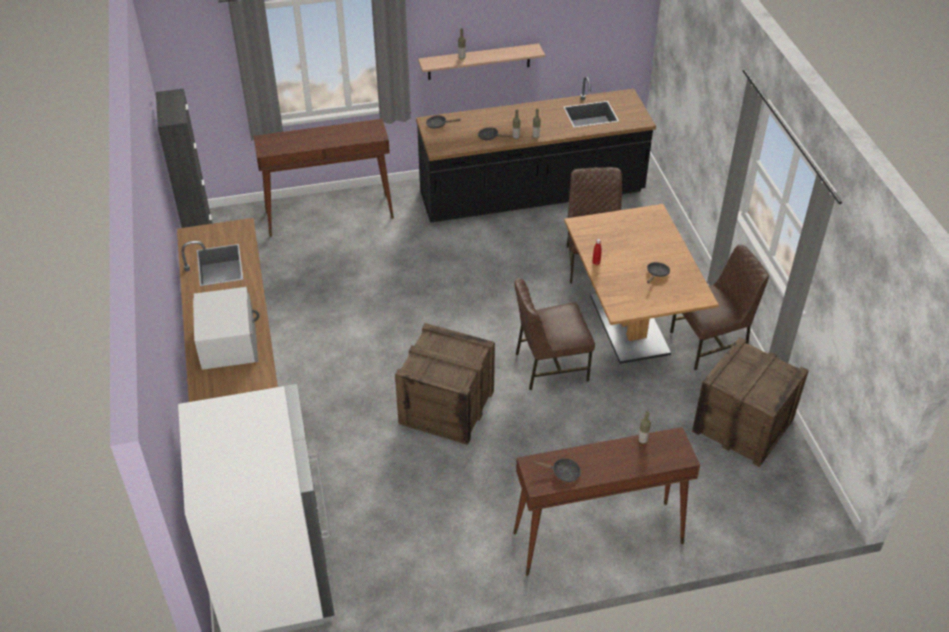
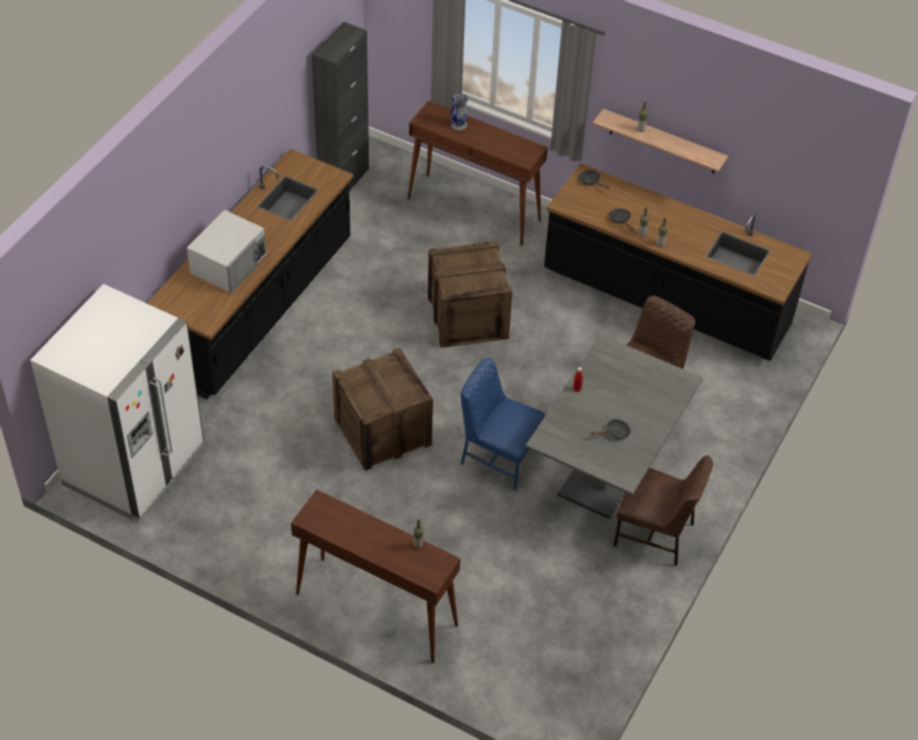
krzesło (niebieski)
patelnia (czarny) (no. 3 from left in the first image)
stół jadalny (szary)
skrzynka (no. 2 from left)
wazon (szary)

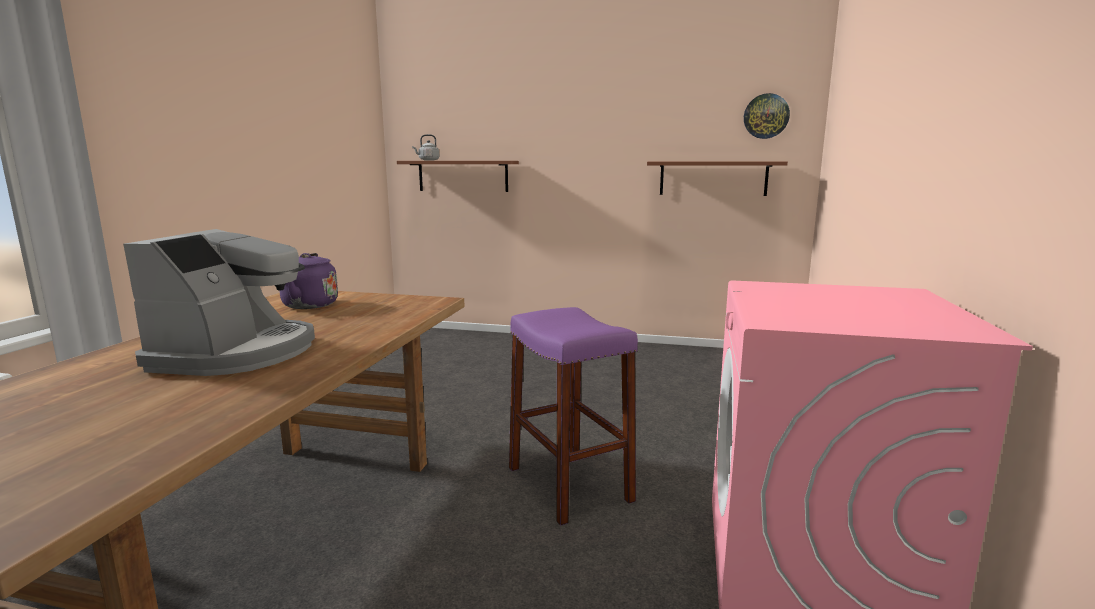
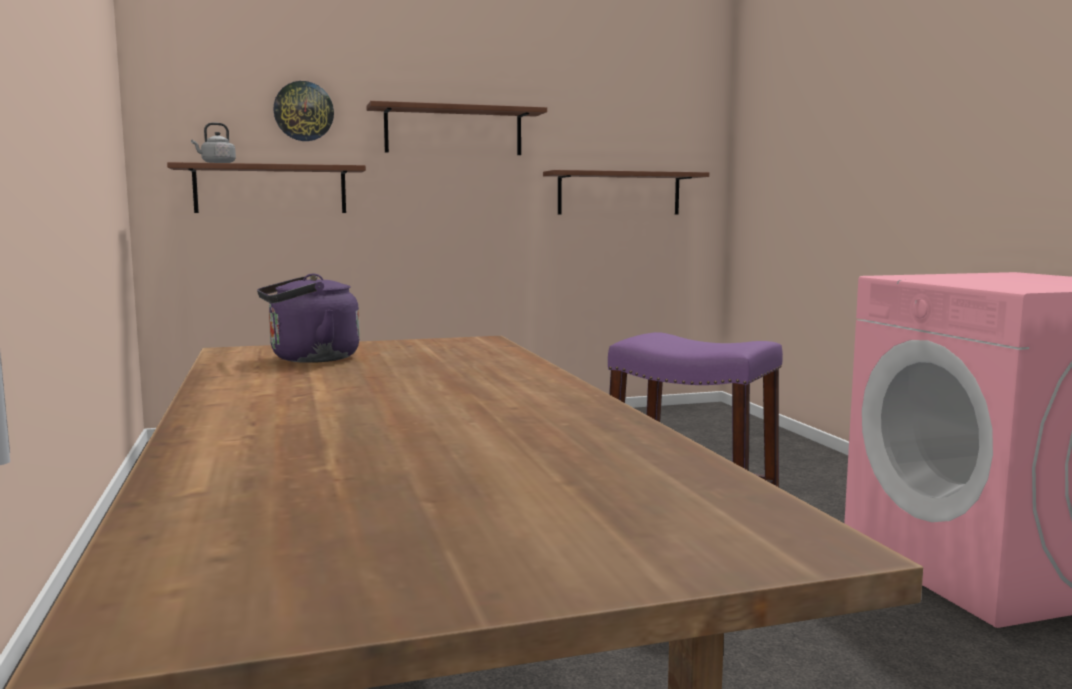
ekspres do kawy
zegar ścienny
półka (brązowy) (no. 2 from left)

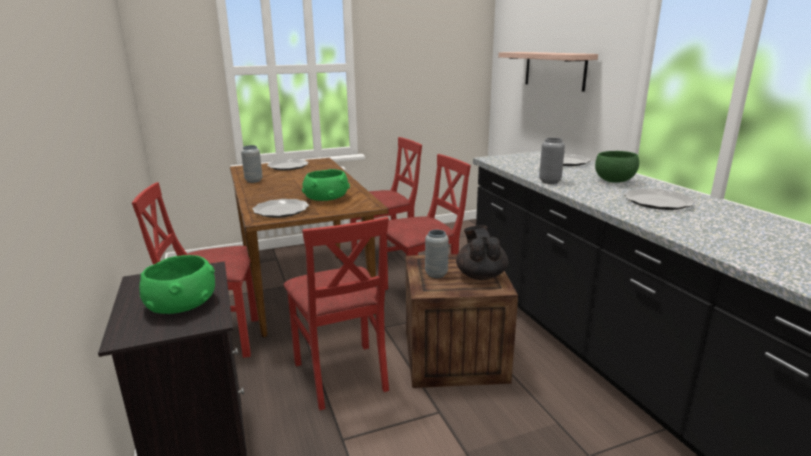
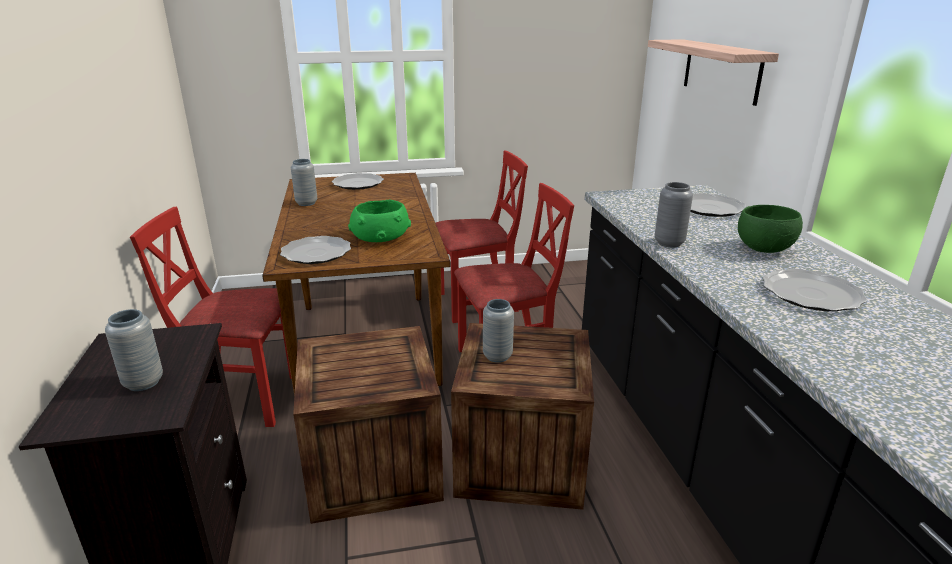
wazon (szary) (no. 1 from left)
skrzynka (no. 1 from left)
imbryk (czarny)

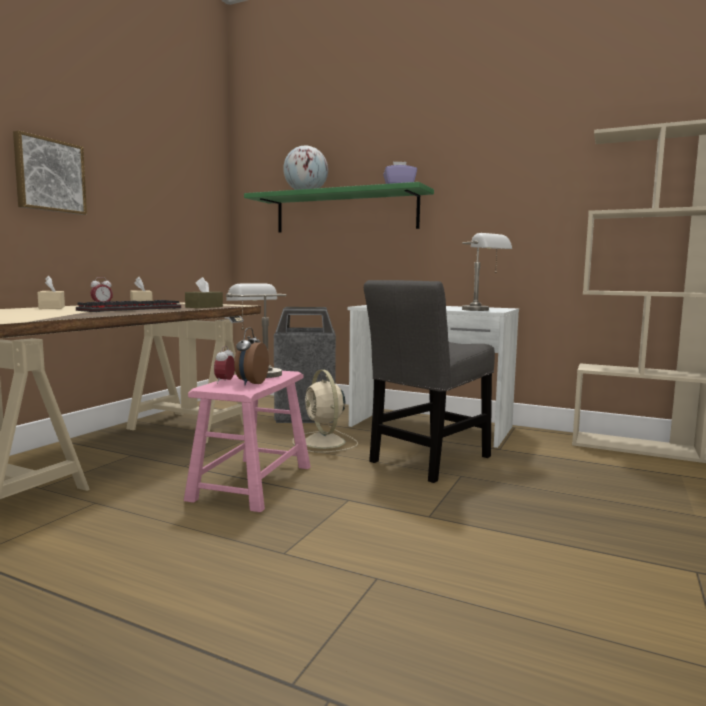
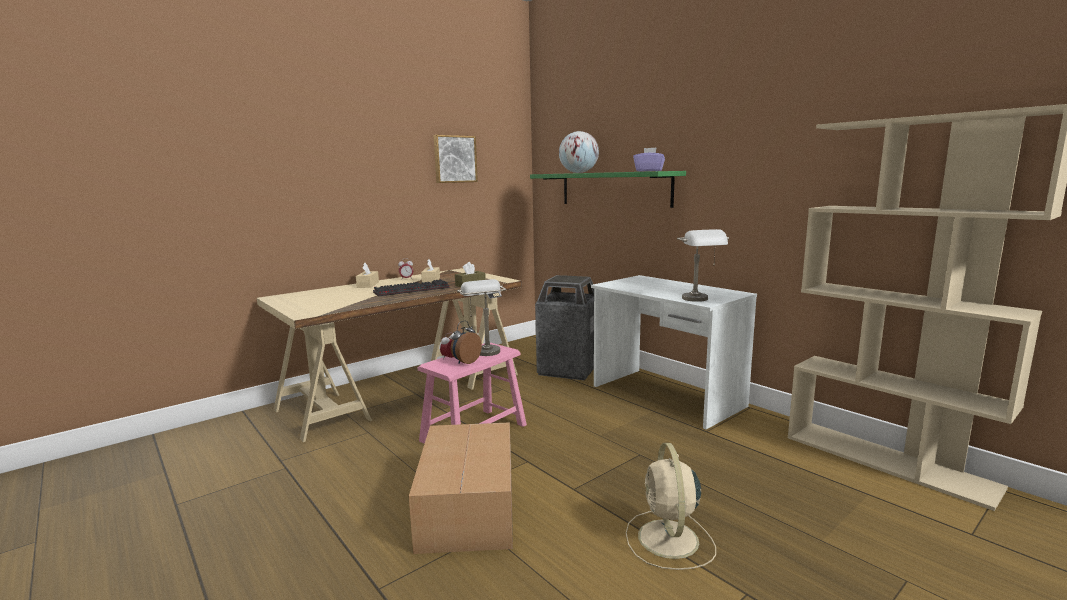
obraz
wentylator (beżowy)
krzesło (szary)
karton

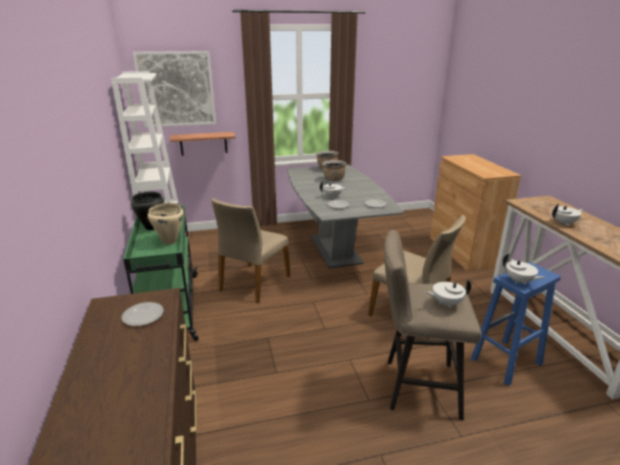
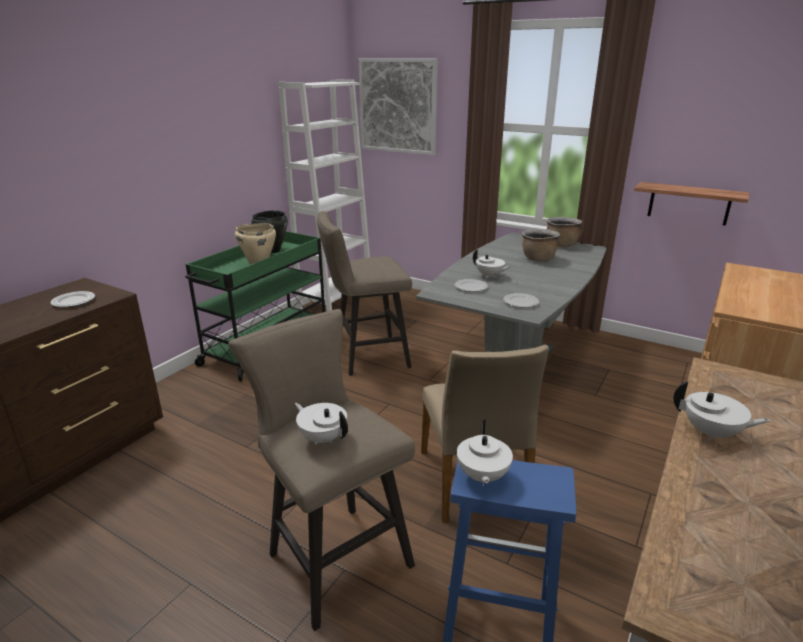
półka
stołek (beżowy) (no. 2 from left)

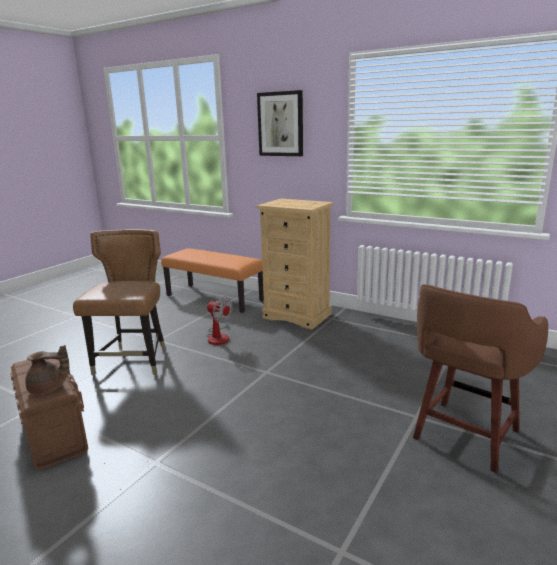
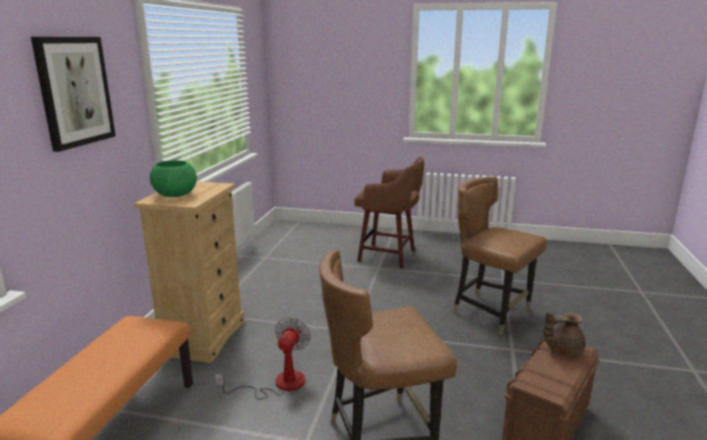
imbryk (brązowy)
miska (zielony)
krzesło (brązowy) (no. 2 from left)

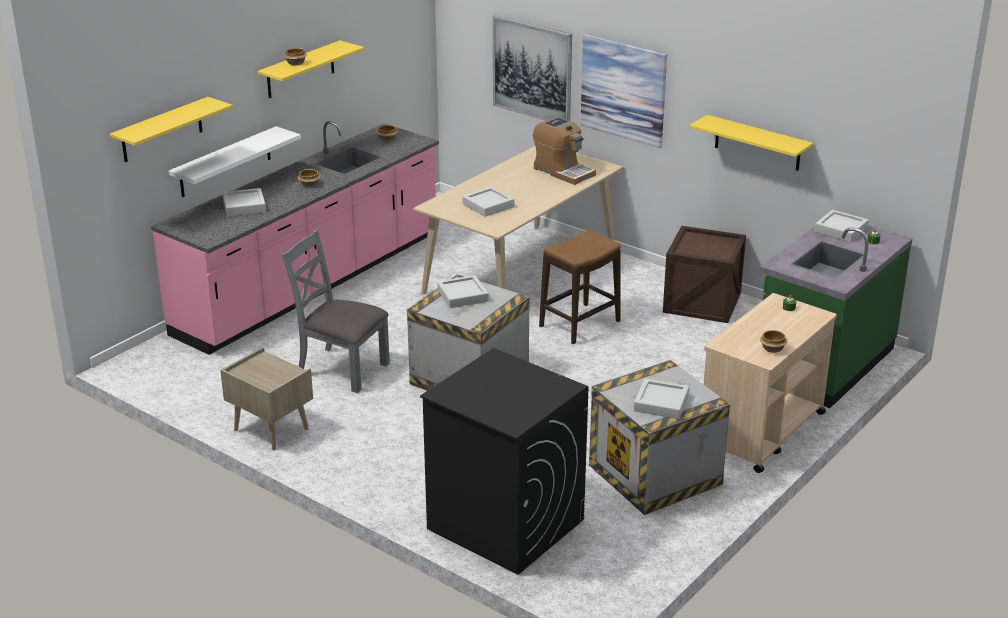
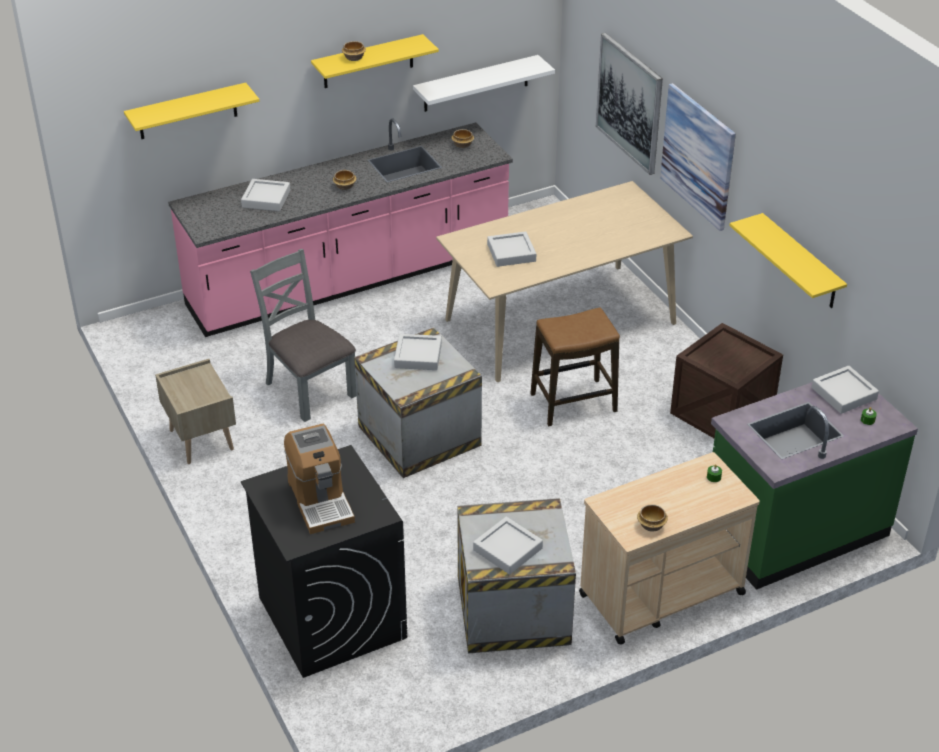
półka (biały)
ekspres do kawy

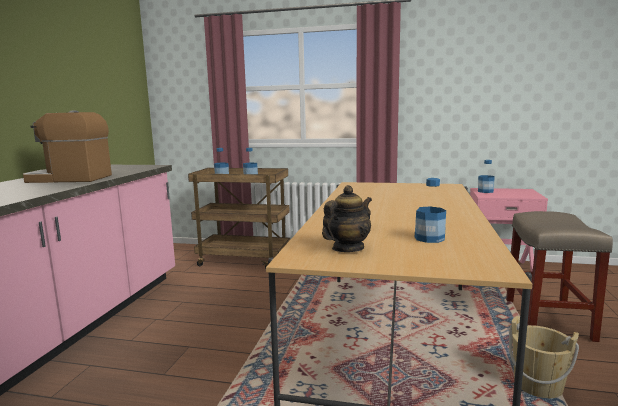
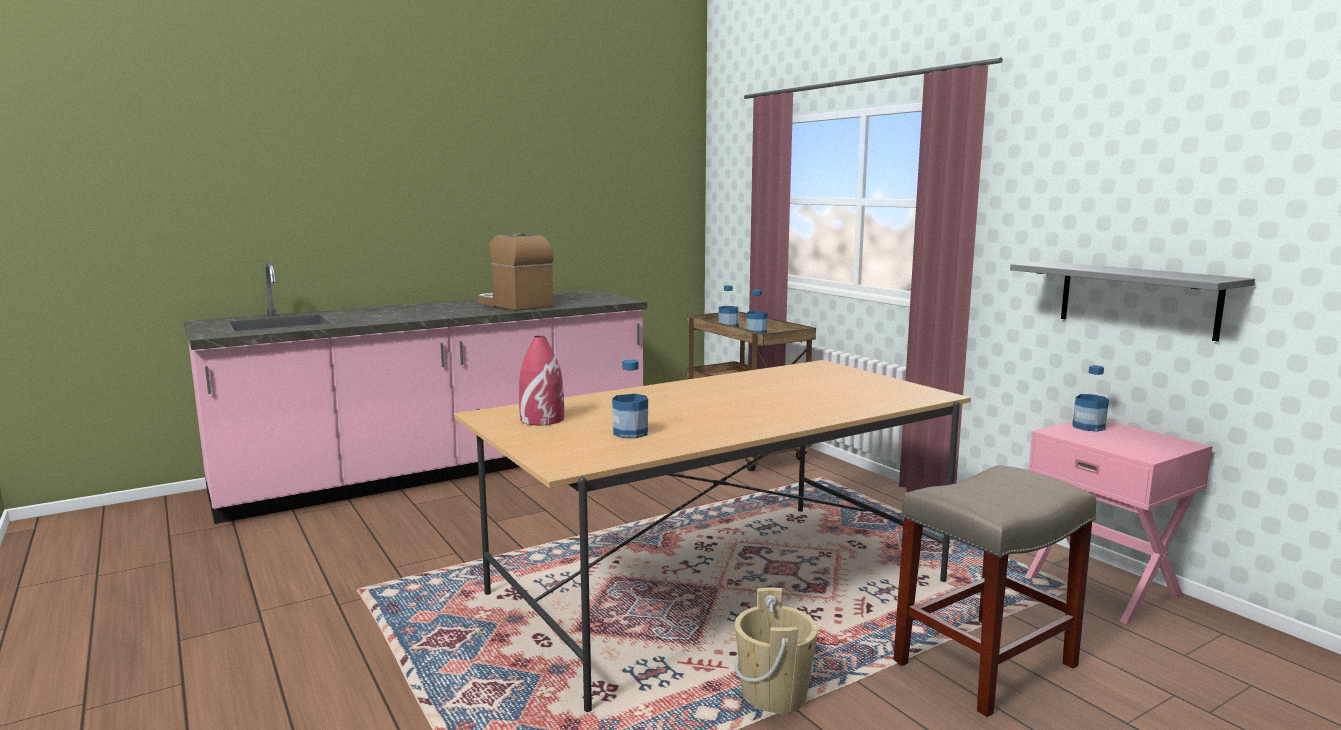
wazon (czerwony)
półka (szary)

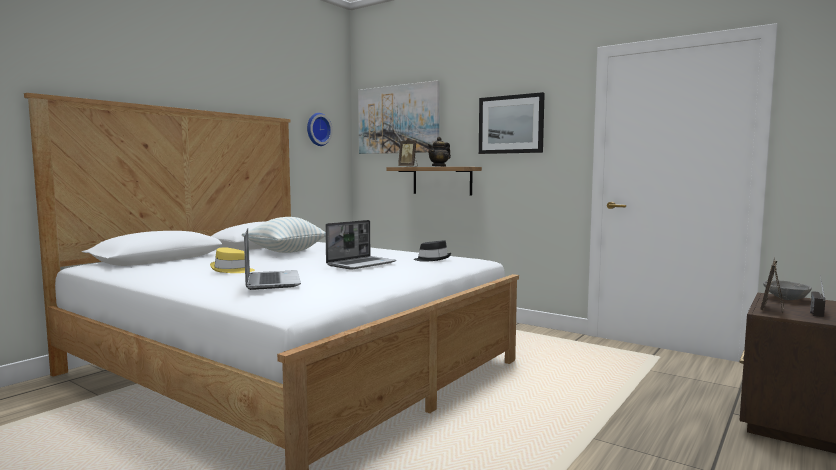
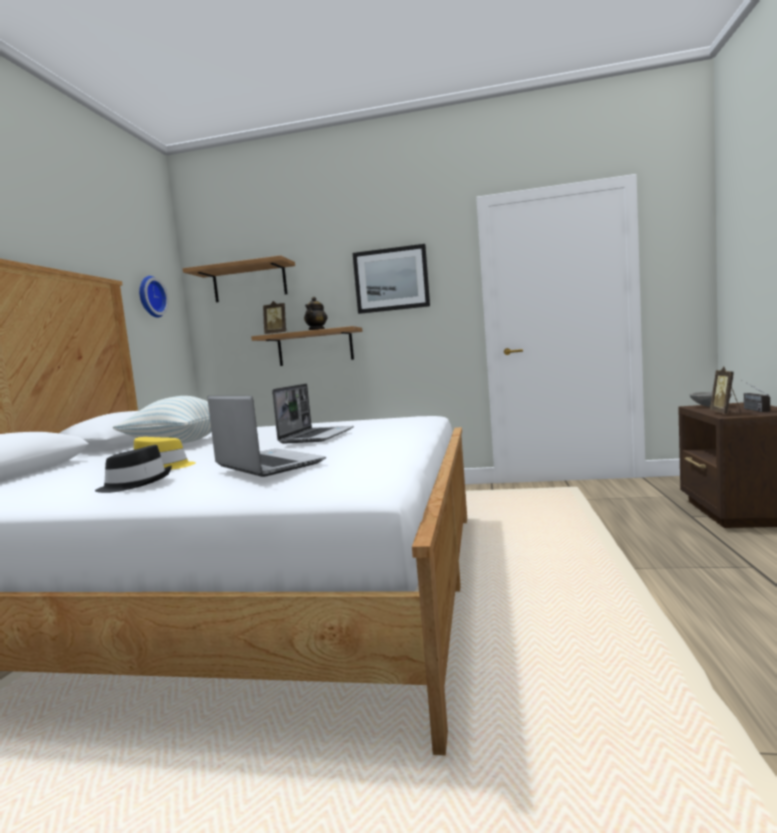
półka (no. 1 from left)
kapelusz (czarny)

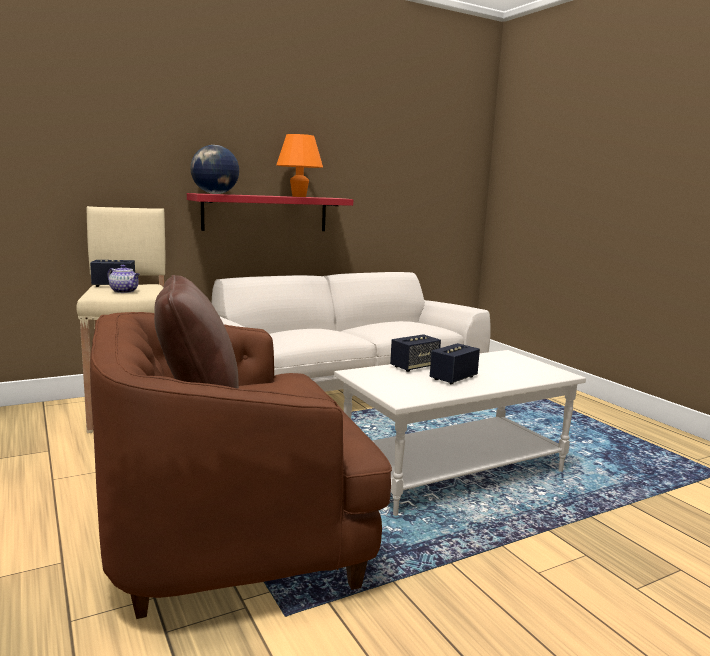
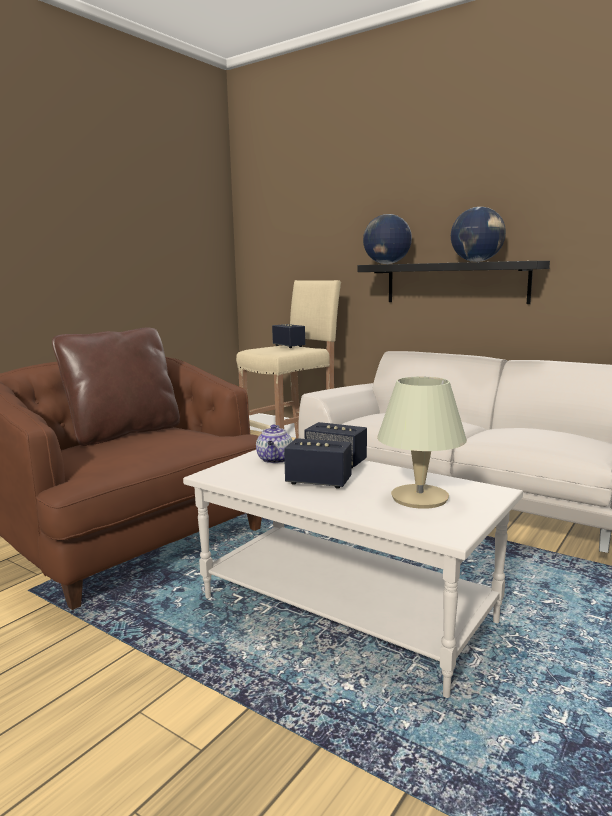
imbryk
półka (czarny)
globus (no. 2 from left)
lampa stołowa (beżowy)

